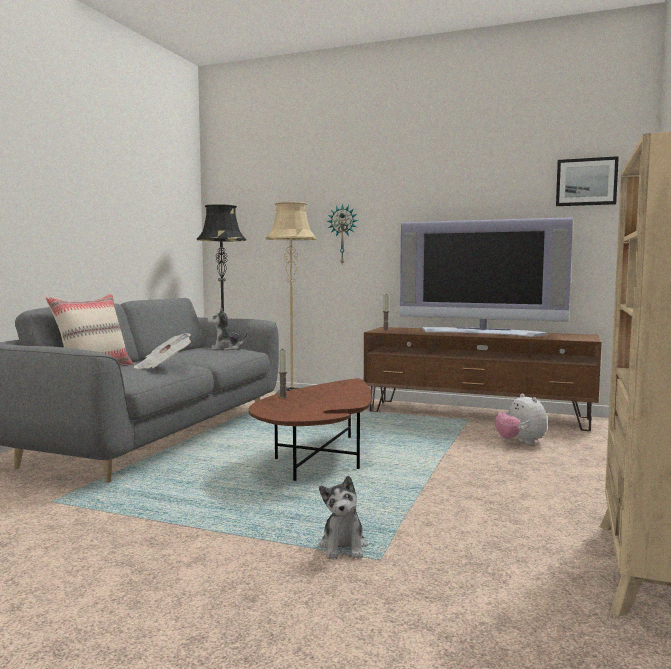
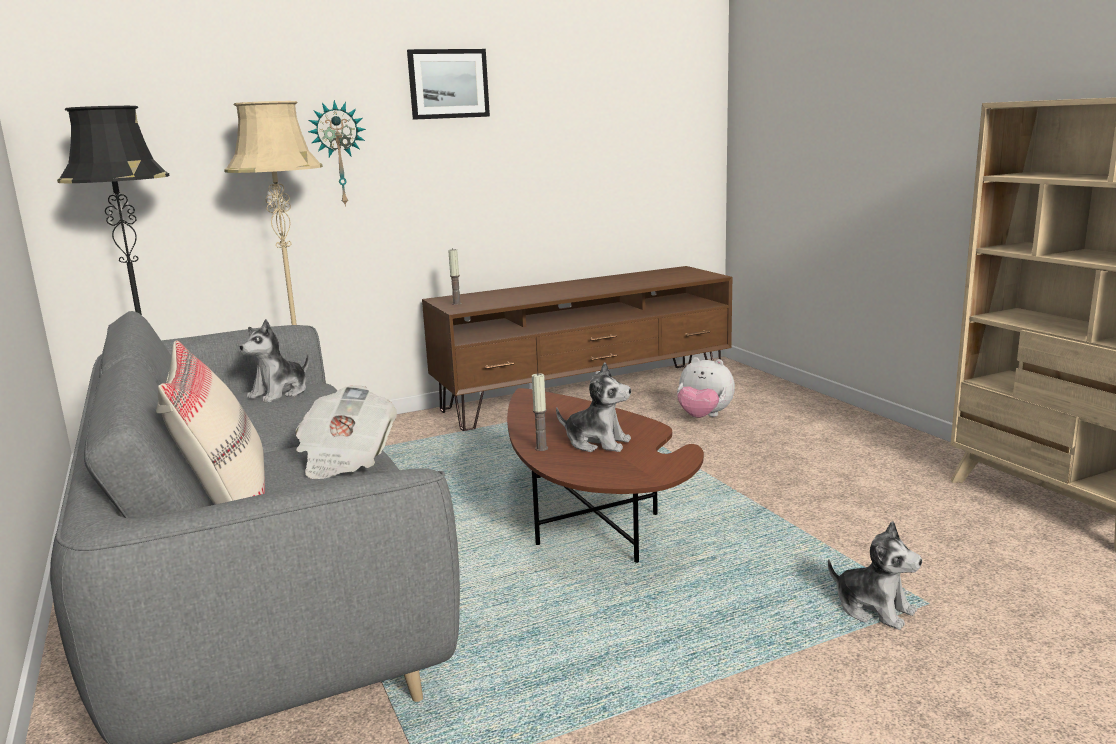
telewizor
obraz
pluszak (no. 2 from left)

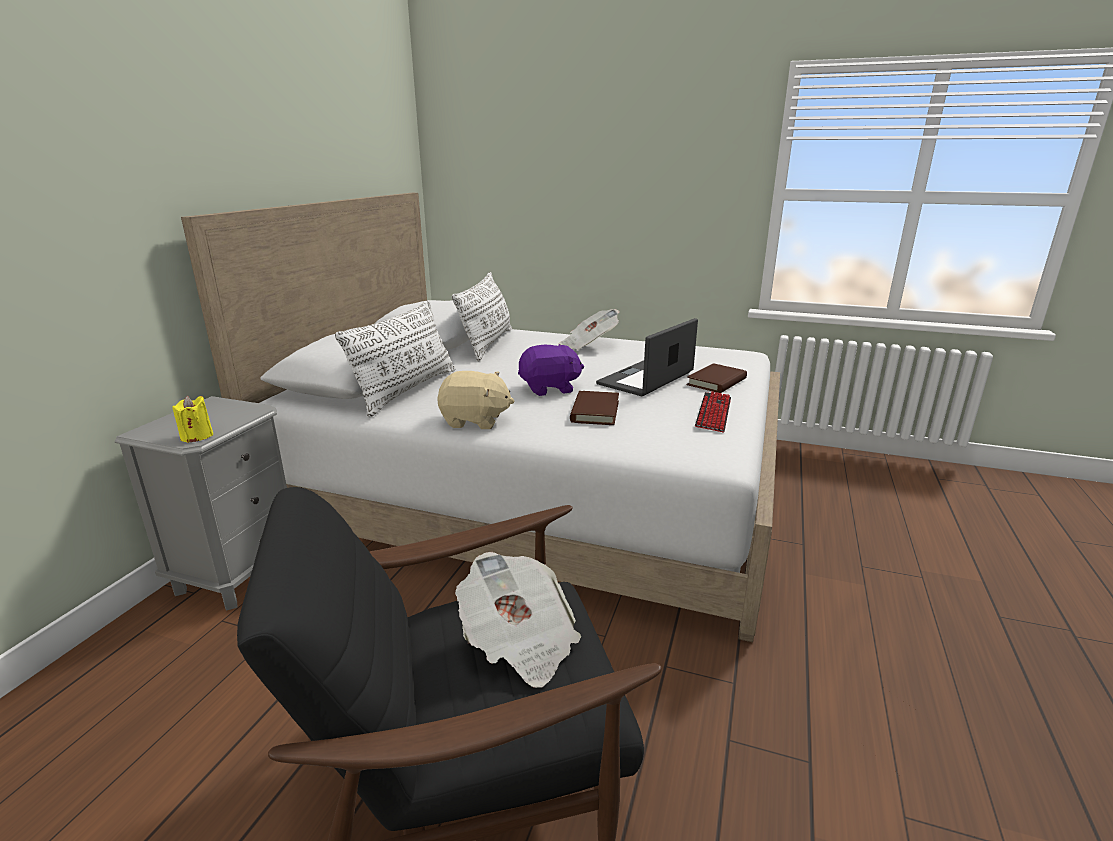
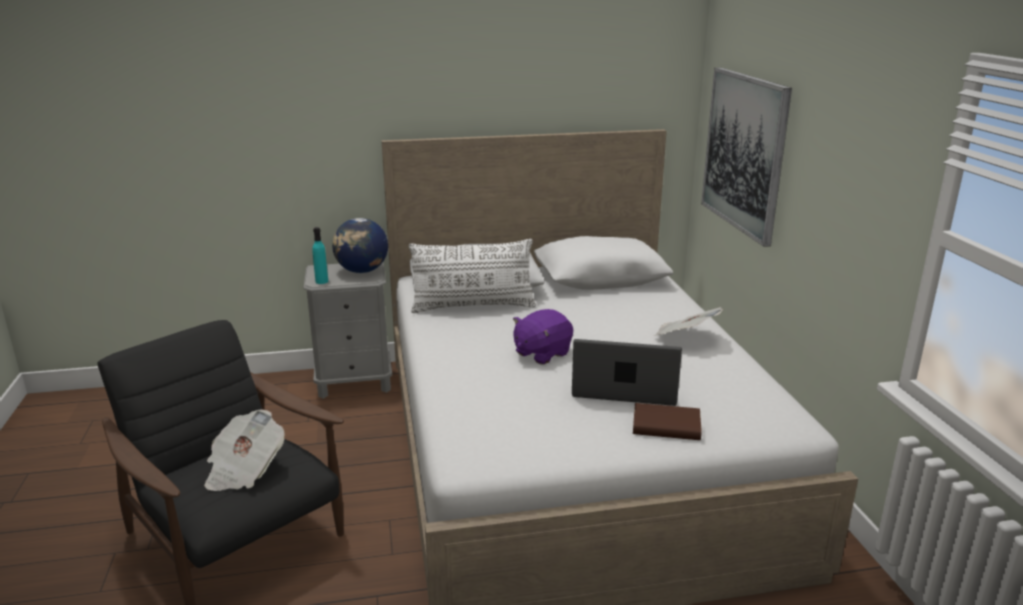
butelka (turkusowy)
pluszak (beżowy)
poduszka (biały) (no. 2 from left in the first image)
pluszak (fioletowy)
książka (brązowy) (no. 1 from left in the first image)
klawiatura
globus
obraz

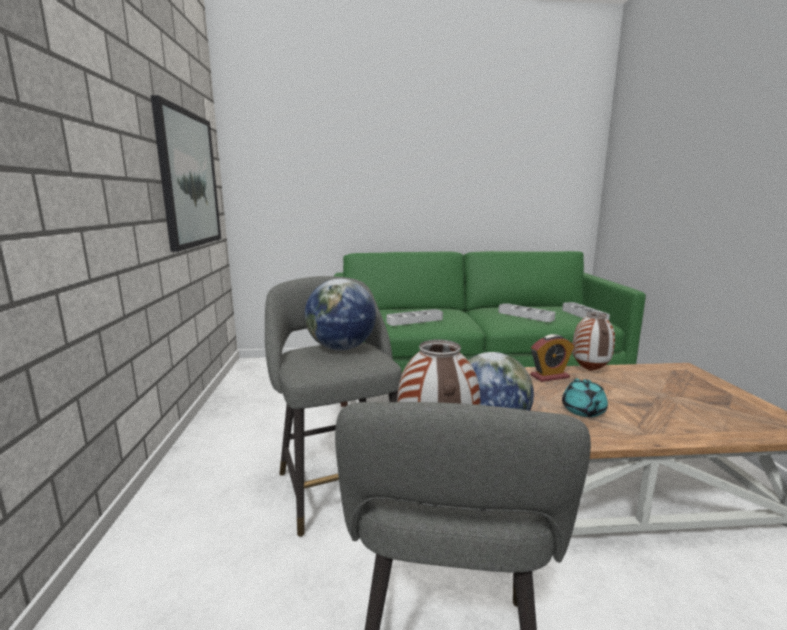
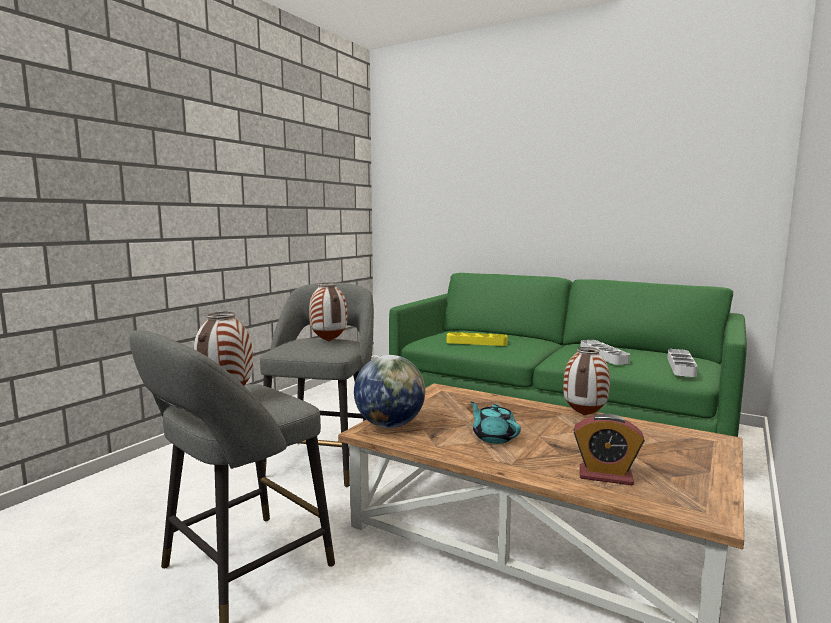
obraz
wazon (no. 2 from left)
taca (żółty)
budzik
imbryk (turkusowy)

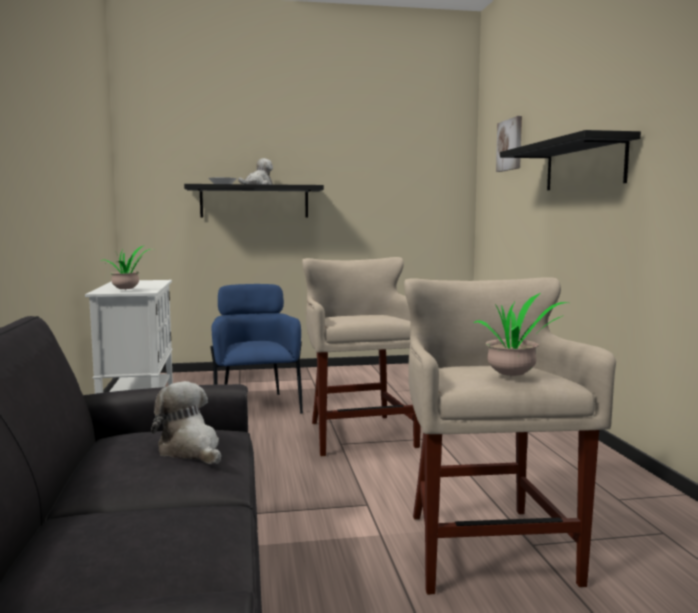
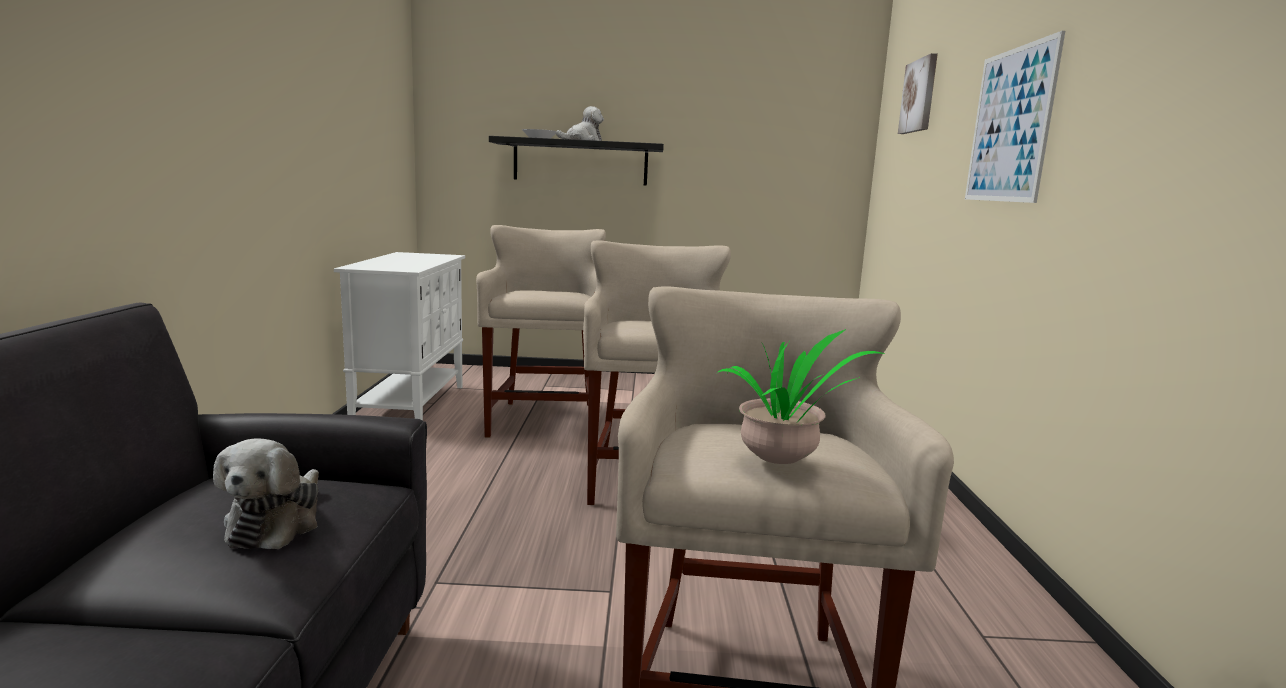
roślina doniczkowa (no. 1 from left in the first image)
pluszak (no. 1 from left)
stołek (beżowy) (no. 1 from left)
obraz (no. 2 from left)

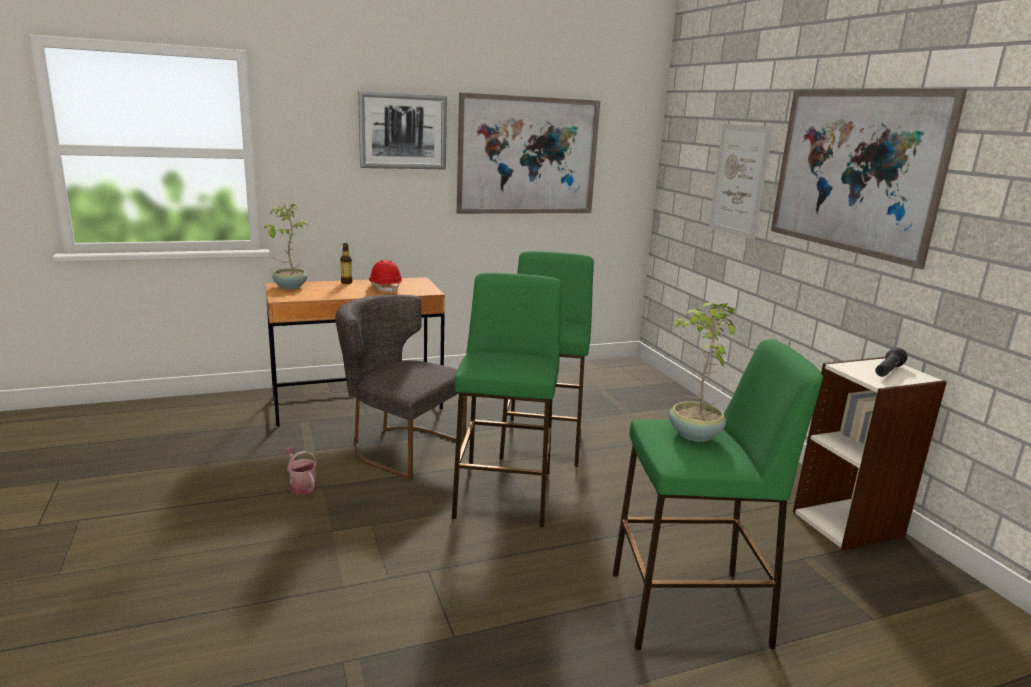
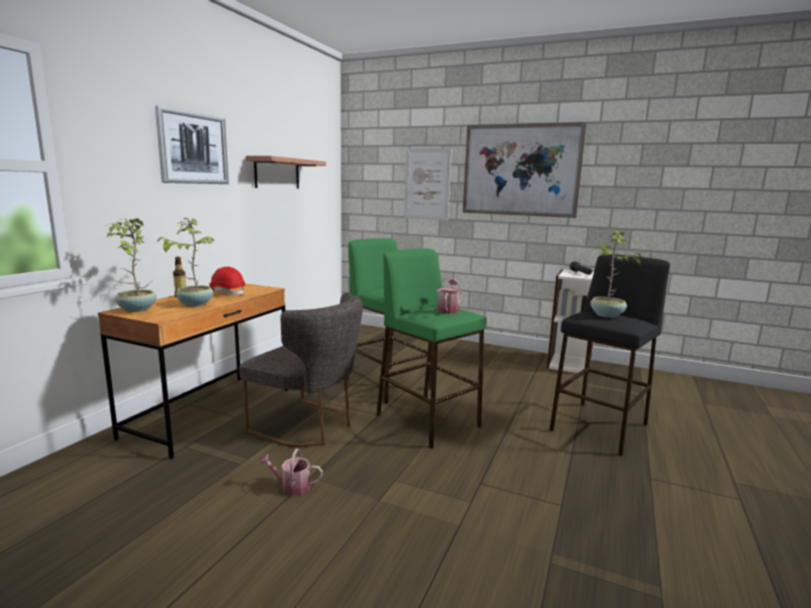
krzesło (szary)
półka
stołek (czarny)
roślina doniczkowa (no. 2 from left)
konewka (no. 2 from left)

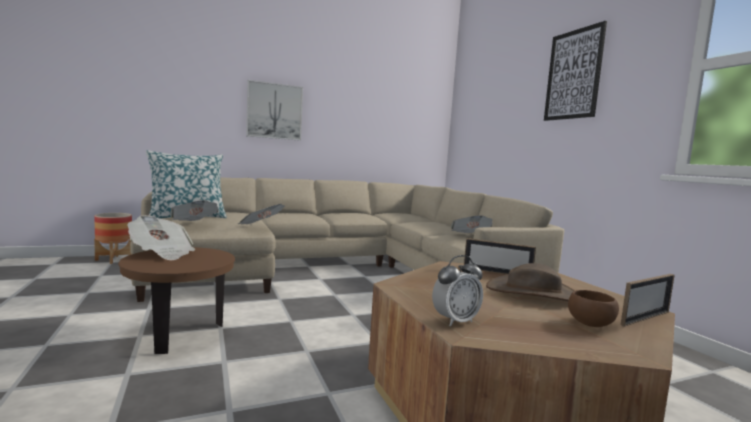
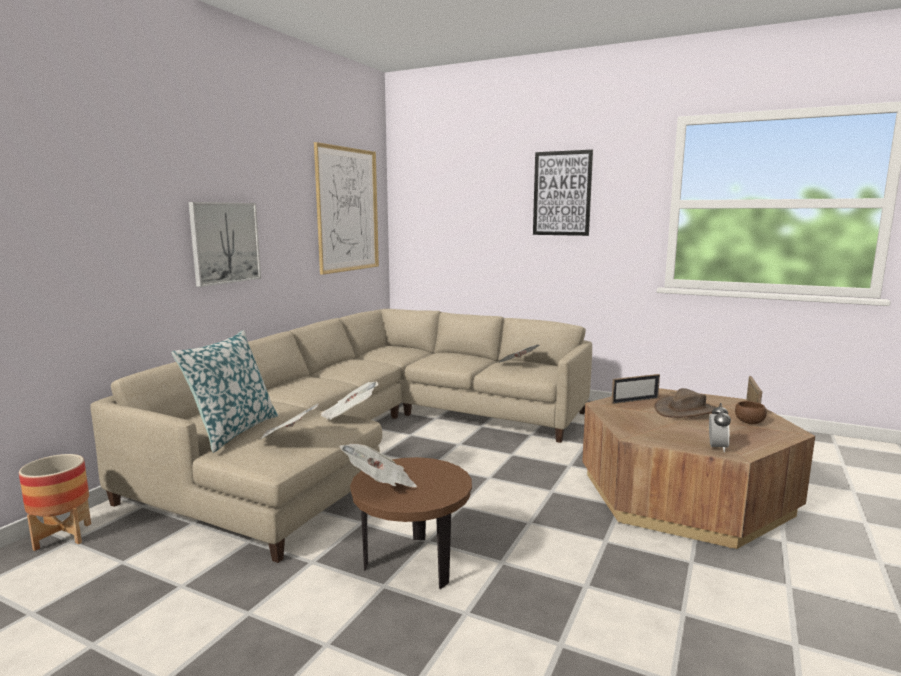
obraz (no. 2 from left)

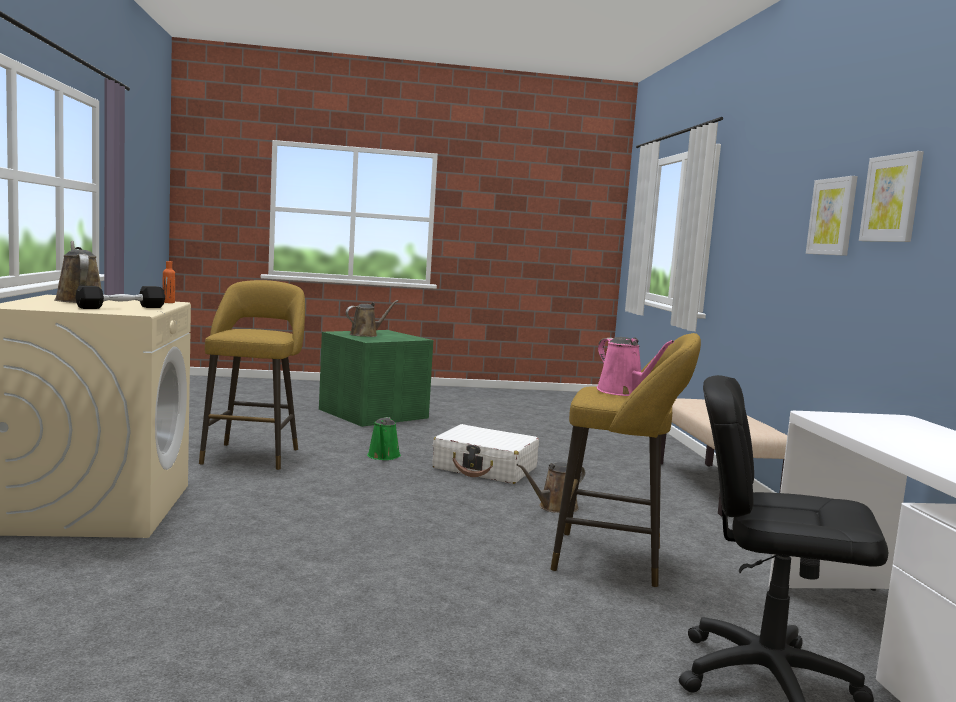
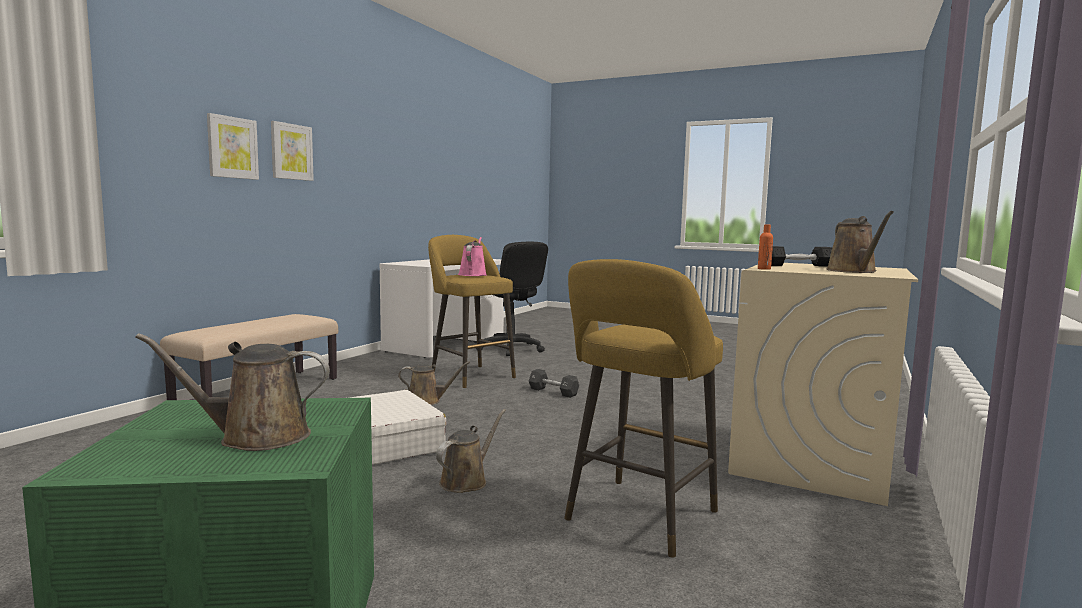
konewka (brązowy) (no. 3 from left)
obraz (no. 1 from left)
hantel (czarny) (no. 1 from left)

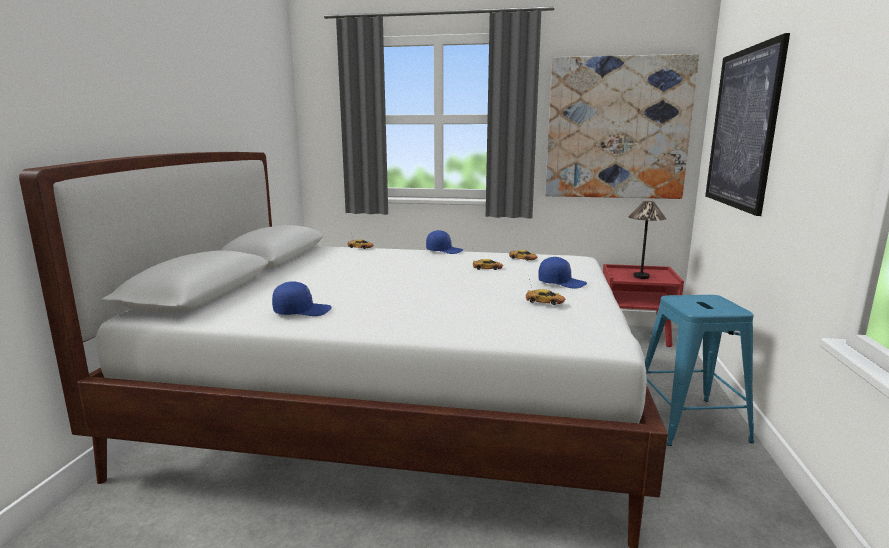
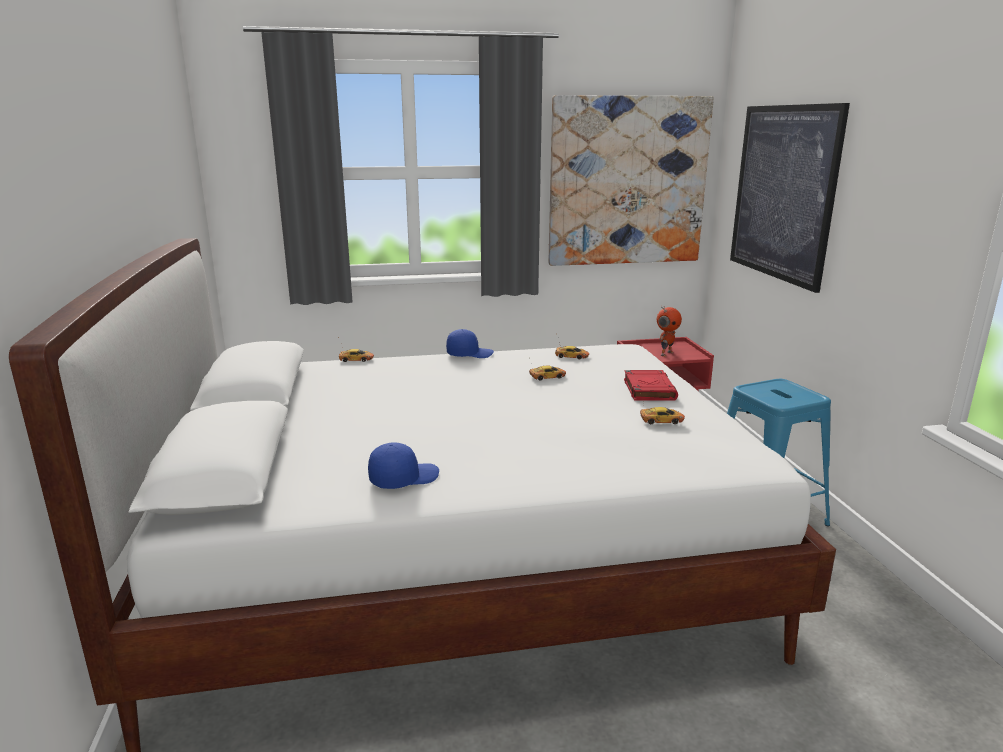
książka (czerwony)
robot zabawkowy

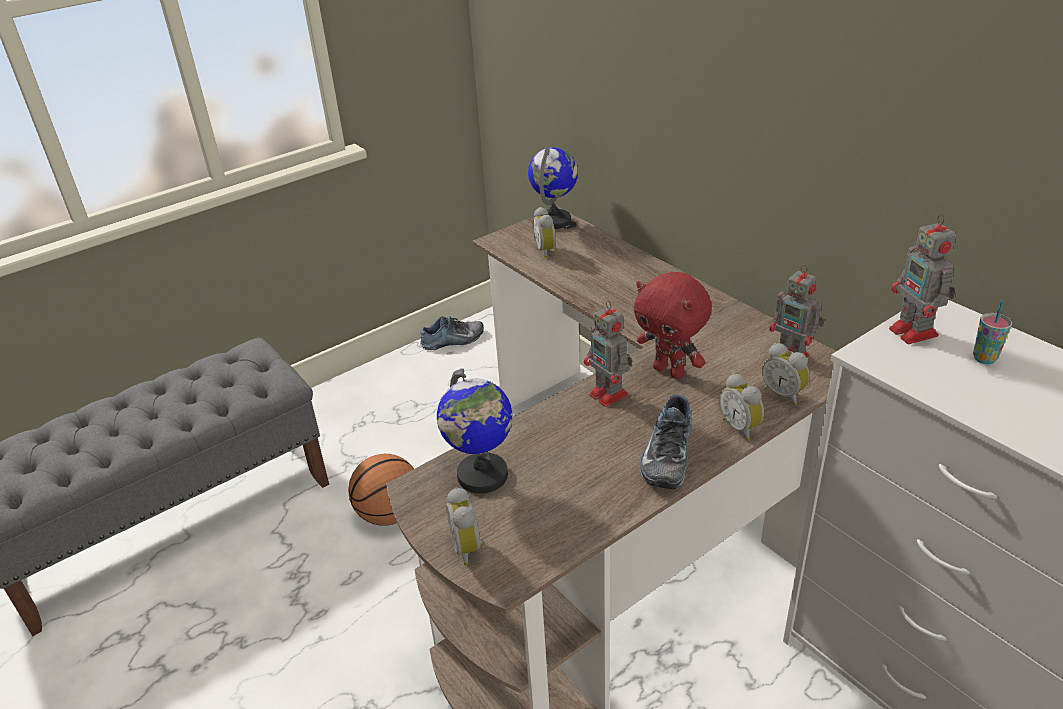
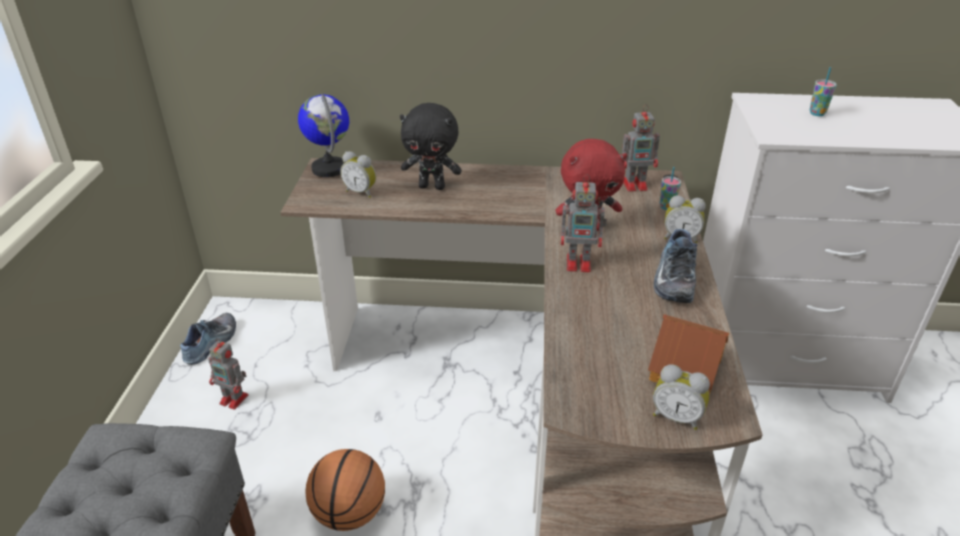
globus (no. 1 from left in the first image)
but (no. 2 from left)
filiżanka (no. 1 from left)
robot zabawkowy (no. 1 from left)
pluszak (czarny)
domek

